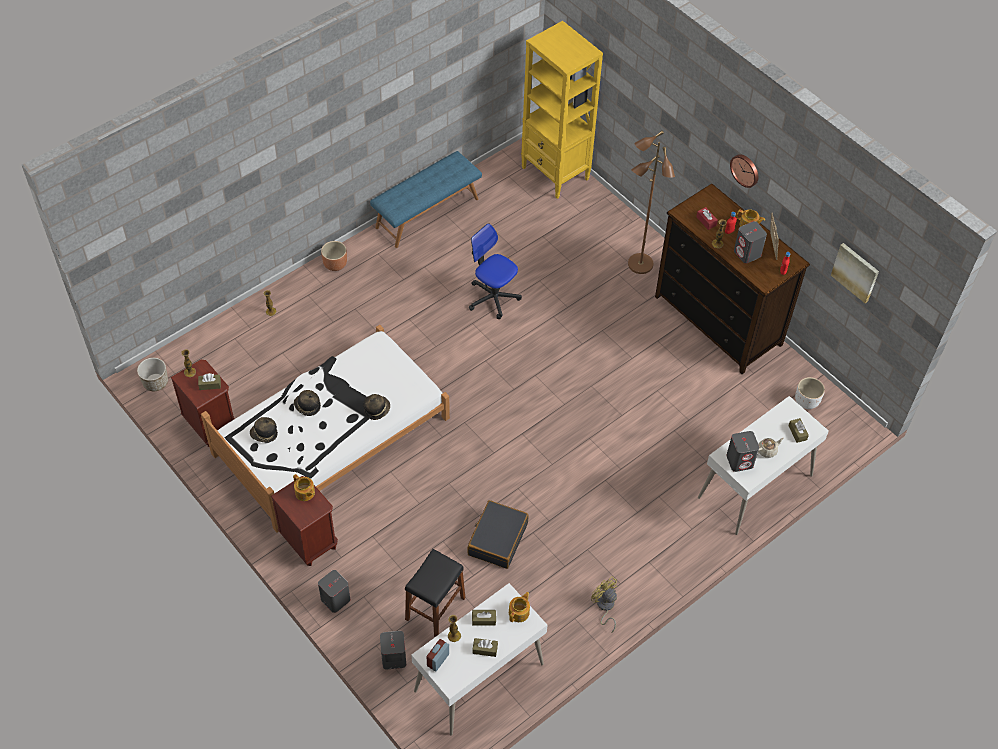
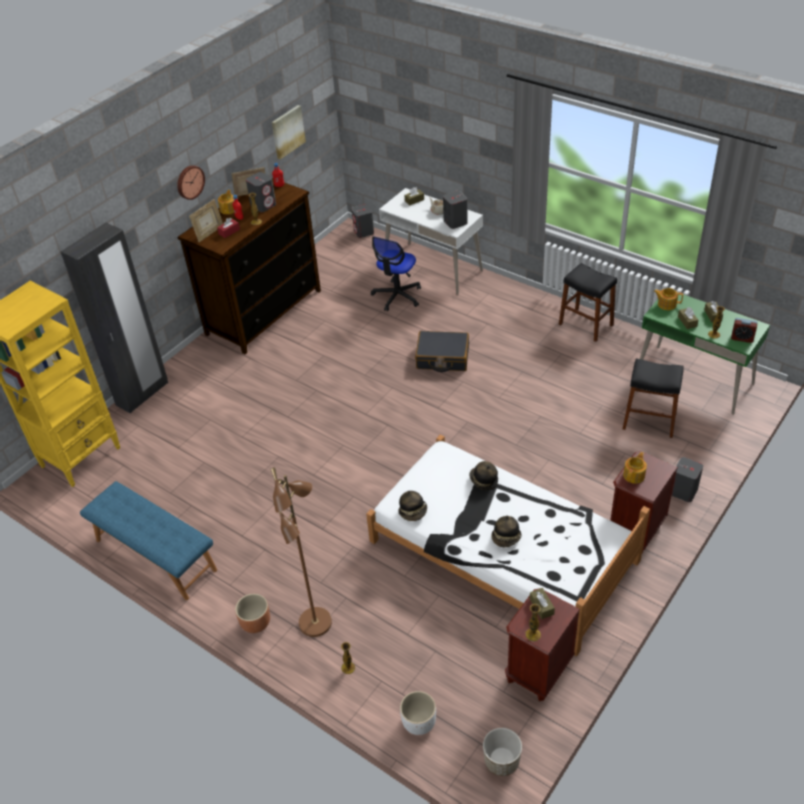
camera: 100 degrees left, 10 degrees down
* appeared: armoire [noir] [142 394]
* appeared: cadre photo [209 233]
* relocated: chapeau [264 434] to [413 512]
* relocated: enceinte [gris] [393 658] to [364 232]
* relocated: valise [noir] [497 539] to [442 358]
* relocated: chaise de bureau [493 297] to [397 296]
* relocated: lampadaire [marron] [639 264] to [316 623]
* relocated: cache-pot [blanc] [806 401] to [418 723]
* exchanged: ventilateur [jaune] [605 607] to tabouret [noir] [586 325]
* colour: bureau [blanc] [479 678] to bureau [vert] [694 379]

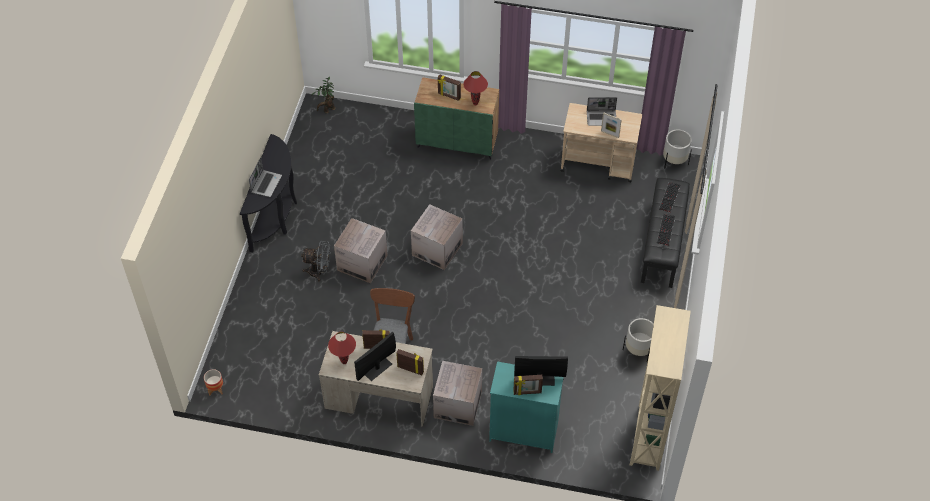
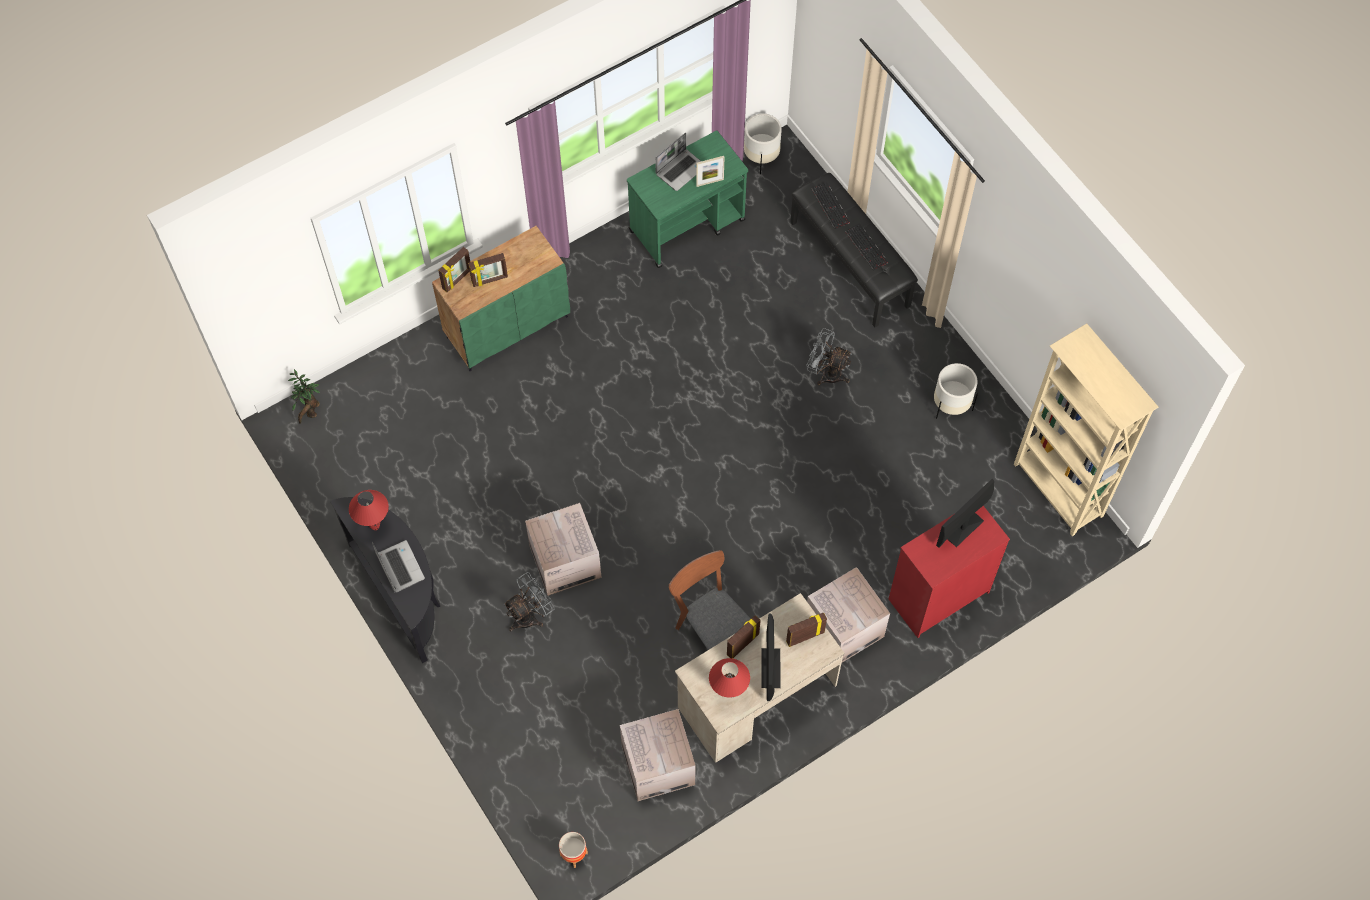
camera: 45 degrees left, 10 degrees up
* appeared: ventilateur [gris] [826 373]
* relocated: carton [437 249] to [658 765]
* relocated: lampe de table [rouge] [475 103] to [375 527]
* relocated: cadre photo [527 392] to [457 279]
* colour: commode [turquoise] [524 431] to commode [rouge] [938 595]
* colour: chariot [beige] [598 163] to chariot [vert] [687 225]

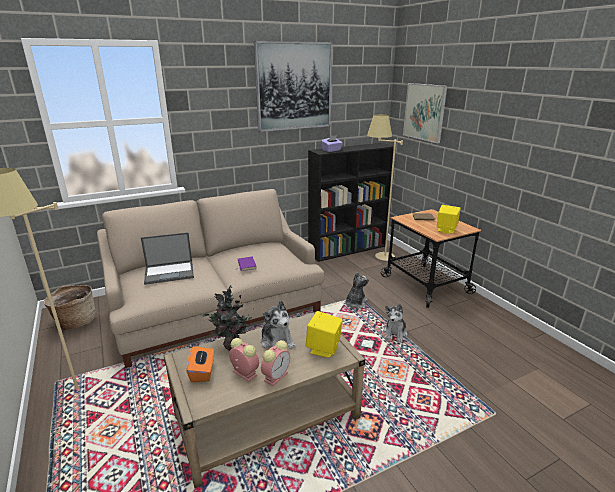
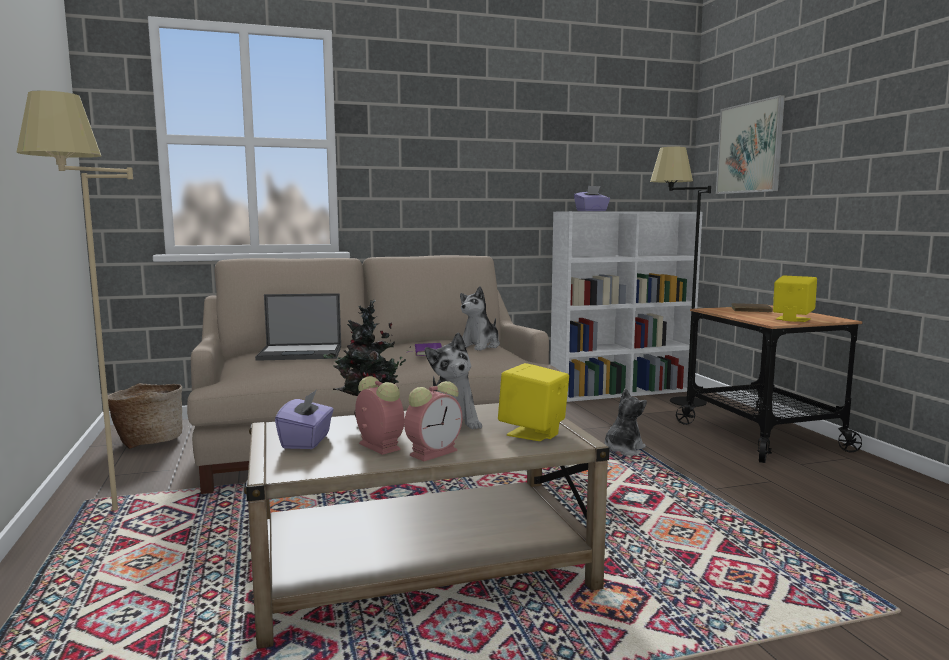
camera: 10 degrees right, 15 degrees down
* missing: tableau [294 86]
* relocated: peluche [395 333] to [480 346]
* colour: boîte à mouchoirs [orange] [202 372] to boîte à mouchoirs [violet] [307 441]
* colour: bibliothèque [noir] [348 249] to bibliothèque [blanc] [622 391]
* colour: lampadaire [beige] [377 258] to lampadaire [noir] [674 403]

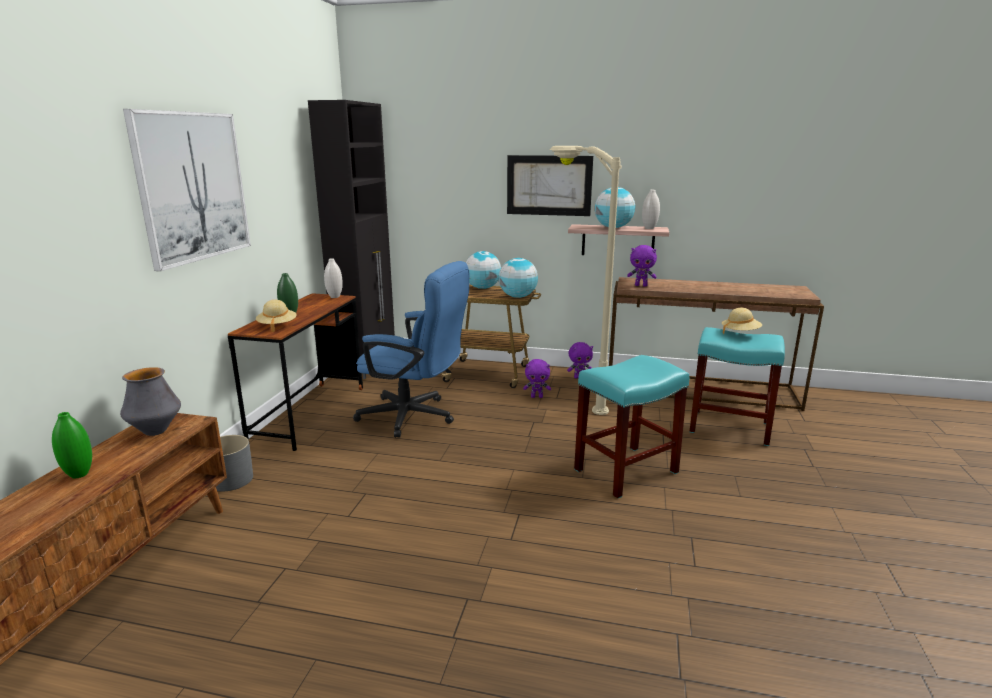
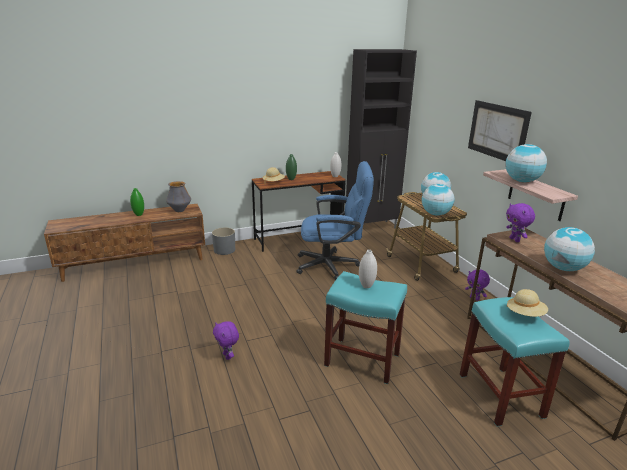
camera: 55 degrees right, 5 degrees up
* missing: tableau [193 187]
* missing: lampadaire [beige] [569 393]
* appeared: globe [563 268]
* relocated: peluche [violet] [537 397] to [227 356]
* relocated: vase [blanc] [649 228] to [366 286]
* spun: chaise de bureau [bleu] [415 417] = [333 265] 75 degrees counterclockwise

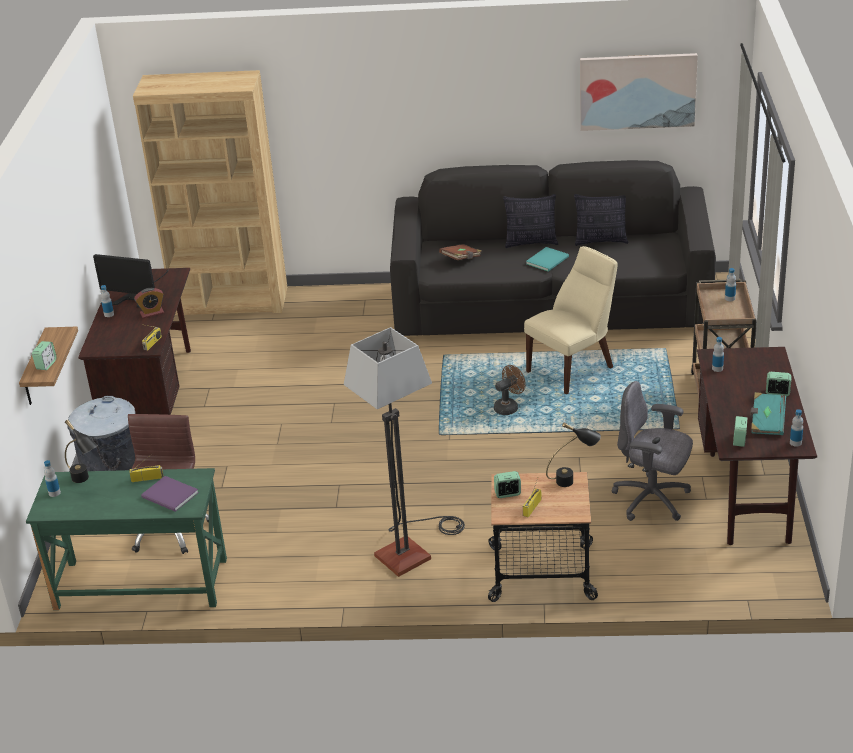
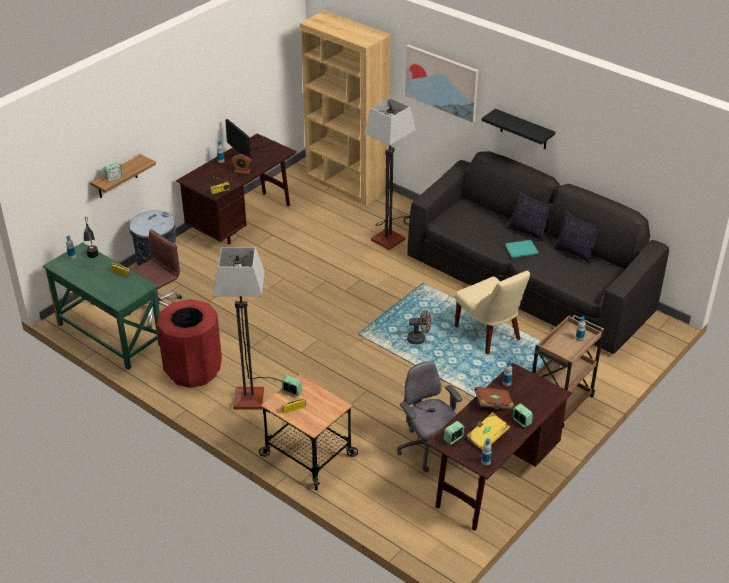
camera: 35 degrees right, 5 degrees up
* missing: livre [violet] [170 496]
* missing: lampe de table [noir] [573 480]
* appeared: poubelle [rouge] [193 371]
* appeared: lampadaire [391 235]
* appeared: étagère [noir] [524 129]
* relocated: livre [marron] [461 259] to [493 404]
* relocated: tableau [637 91] to [442 82]
* colour: livre [turquoise] [766 422] to livre [jaune] [487 437]
* spun: chaise [beige] [573 368] = [489 335] 60 degrees clockwise

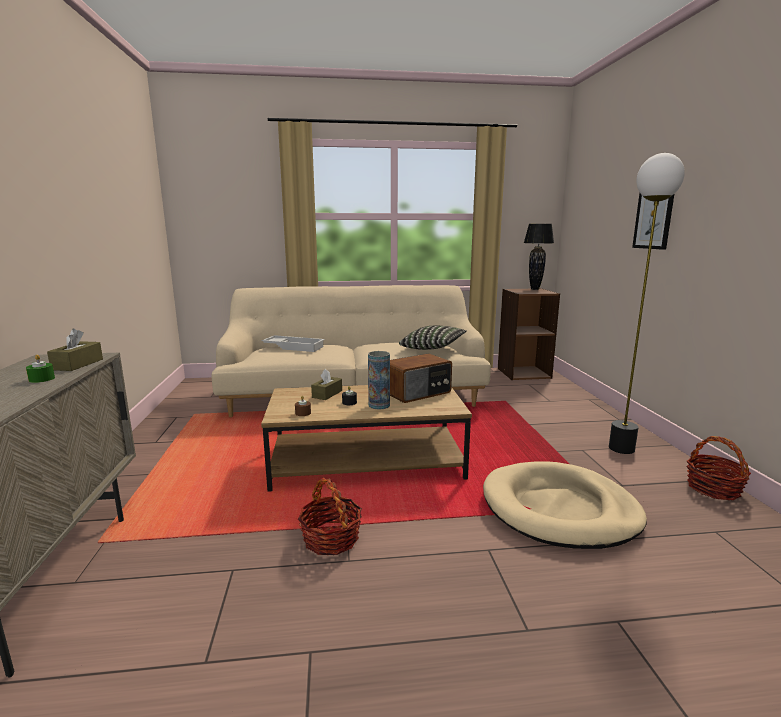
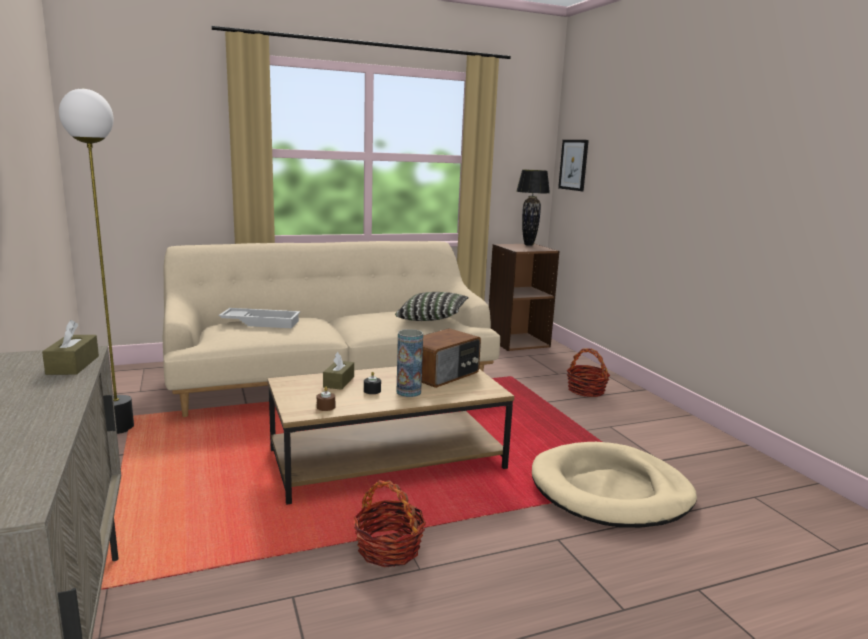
camera: 15 degrees left, 0 degrees up
* missing: bougie [vert] [42 379]
* relocated: lampadaire [621 448] to [118 428]
* relocated: tableau [653 219] to [573 165]
* relocated: panier [713 488] to [586 390]

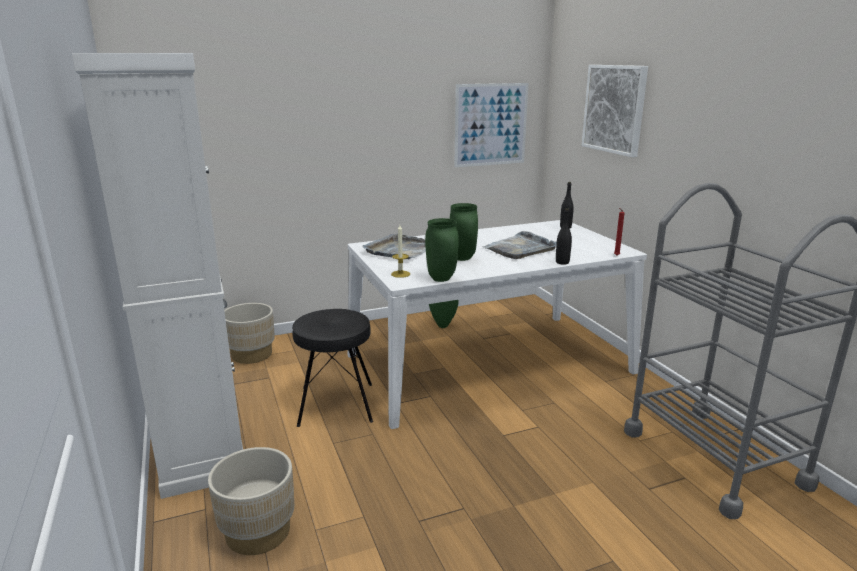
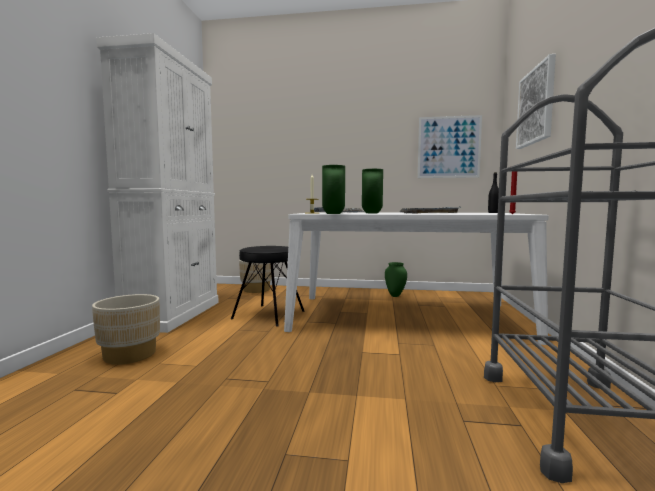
camera: 30 degrees right, 15 degrees down
* missing: bouteille [noir] [562 262]

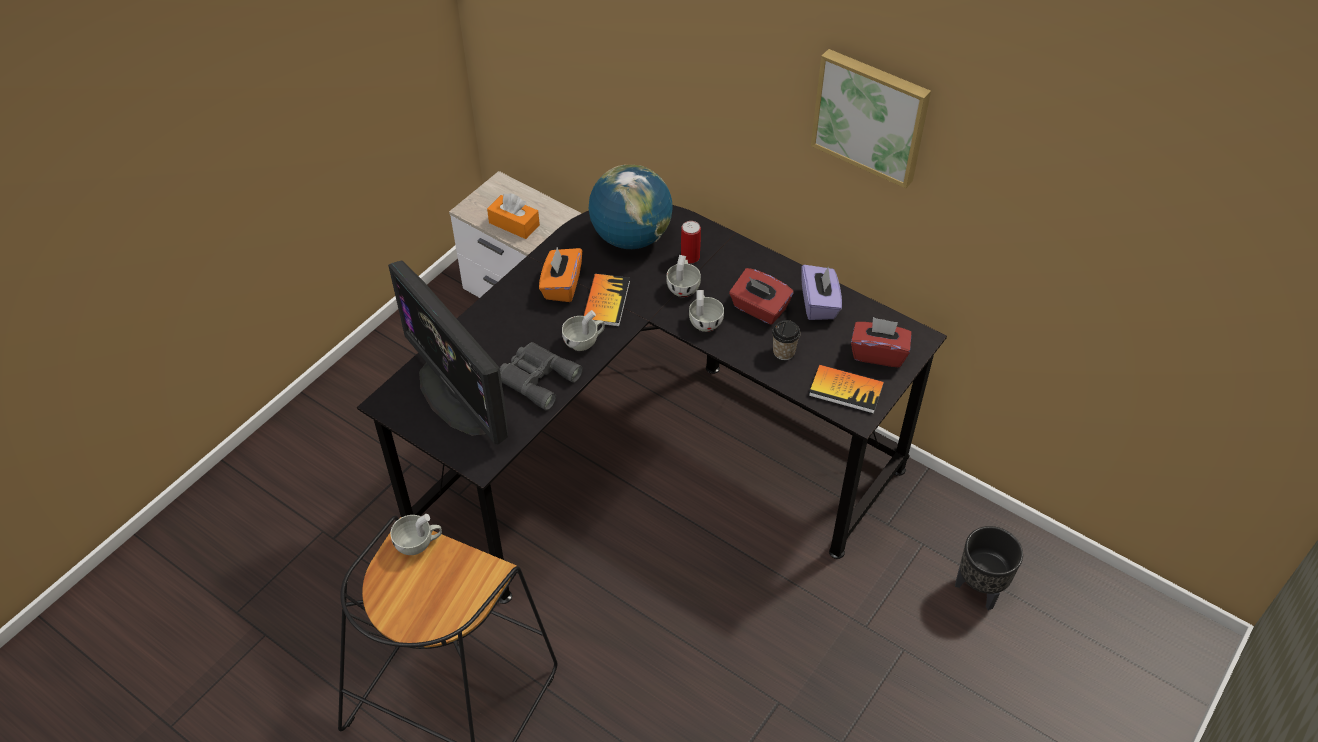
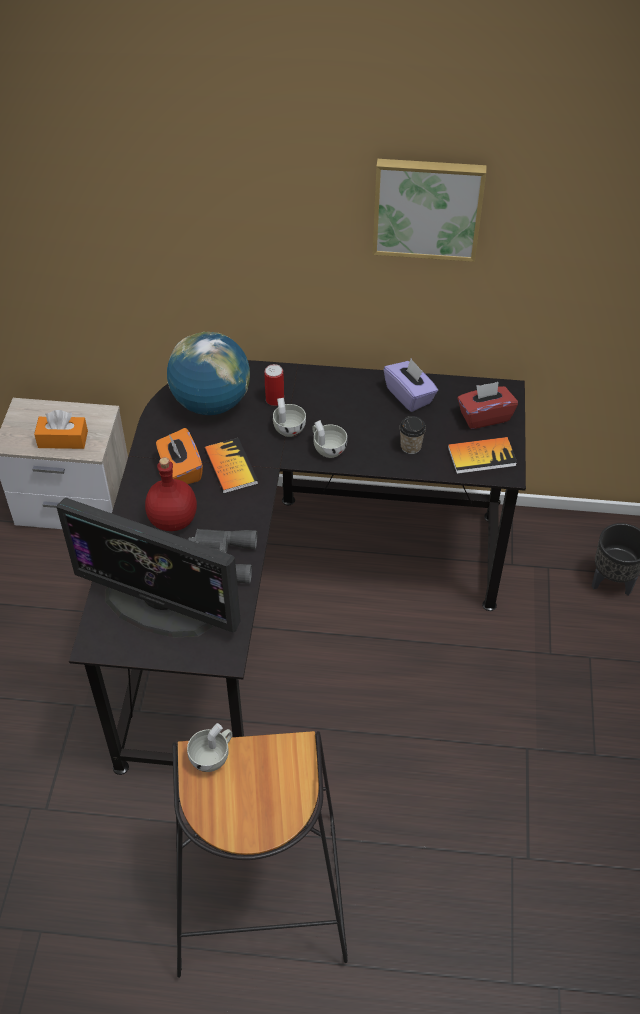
camera: 30 degrees left, 0 degrees up
* missing: tasse [blanc] [584 341]
* missing: boîte à mouchoirs [rouge] [759 309]
* appeared: bouteille [rouge] [172 521]

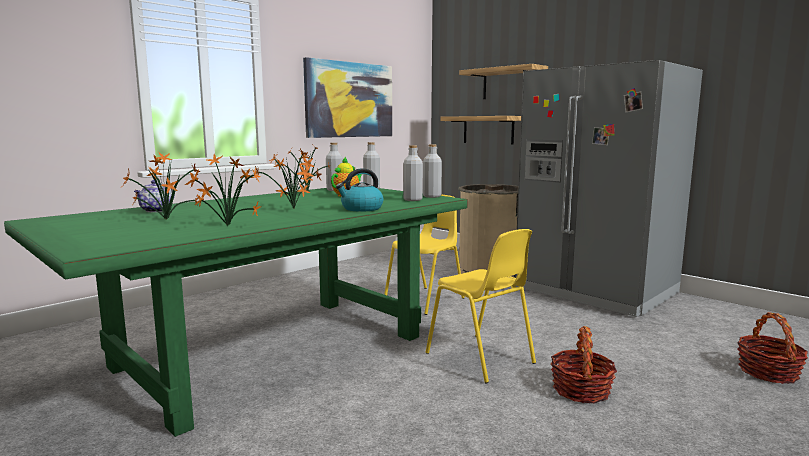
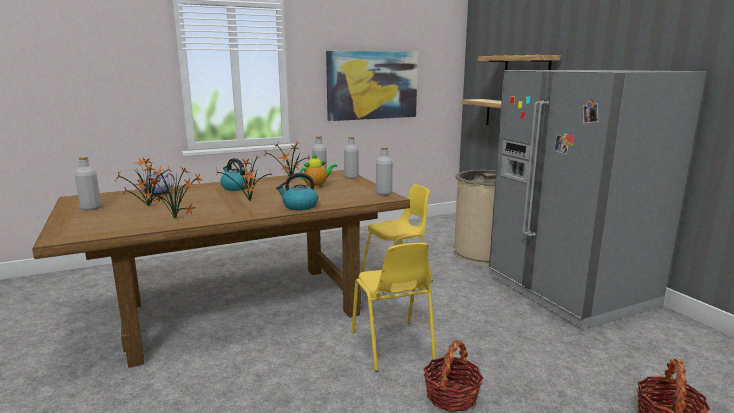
camera: 20 degrees right, 5 degrees up
* appeared: bouilloire [236 187]
* relocated: bouteille [gris] [412 200] to [91 208]
* colour: table à manger [vert] [272 351] to table à manger [marron] [240 309]

